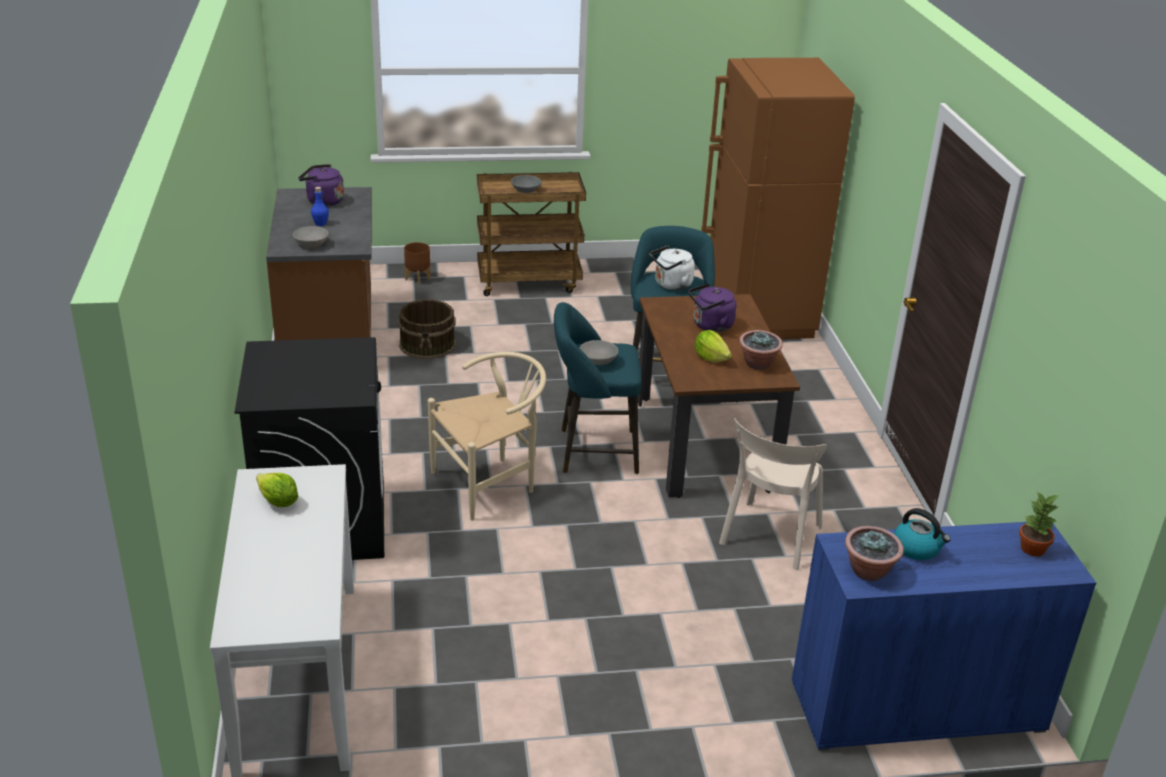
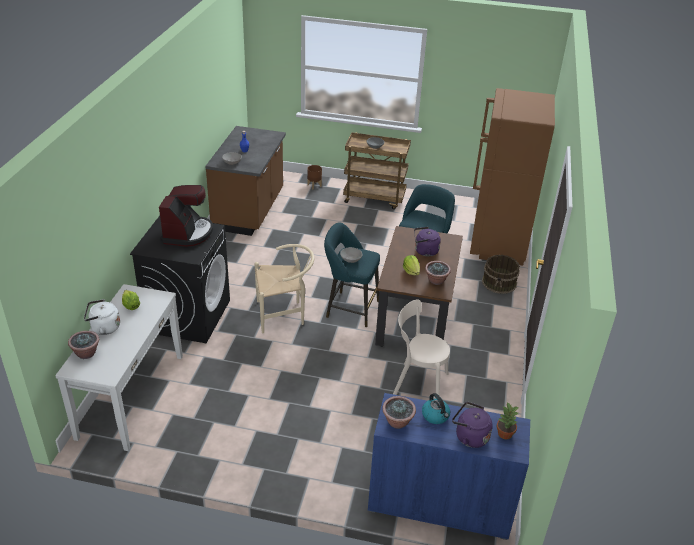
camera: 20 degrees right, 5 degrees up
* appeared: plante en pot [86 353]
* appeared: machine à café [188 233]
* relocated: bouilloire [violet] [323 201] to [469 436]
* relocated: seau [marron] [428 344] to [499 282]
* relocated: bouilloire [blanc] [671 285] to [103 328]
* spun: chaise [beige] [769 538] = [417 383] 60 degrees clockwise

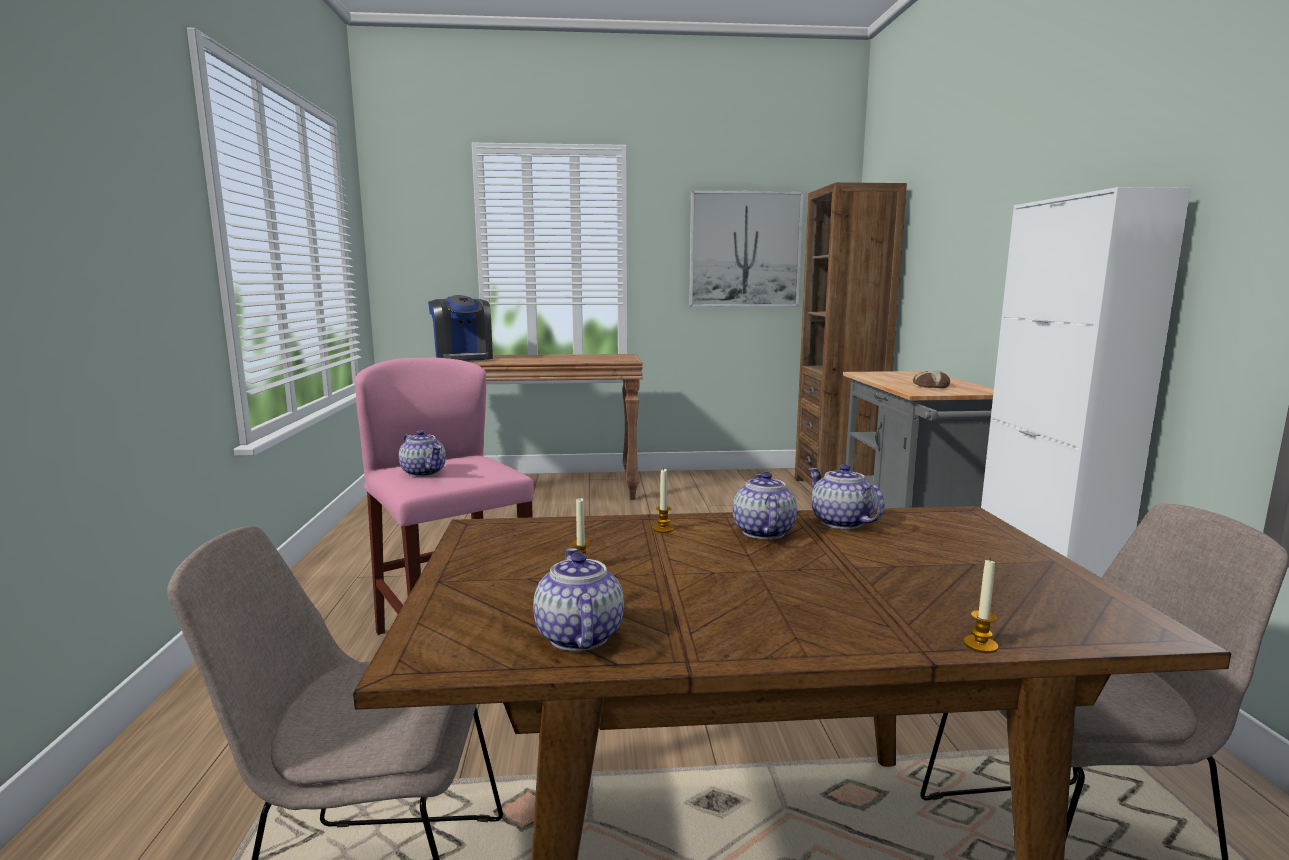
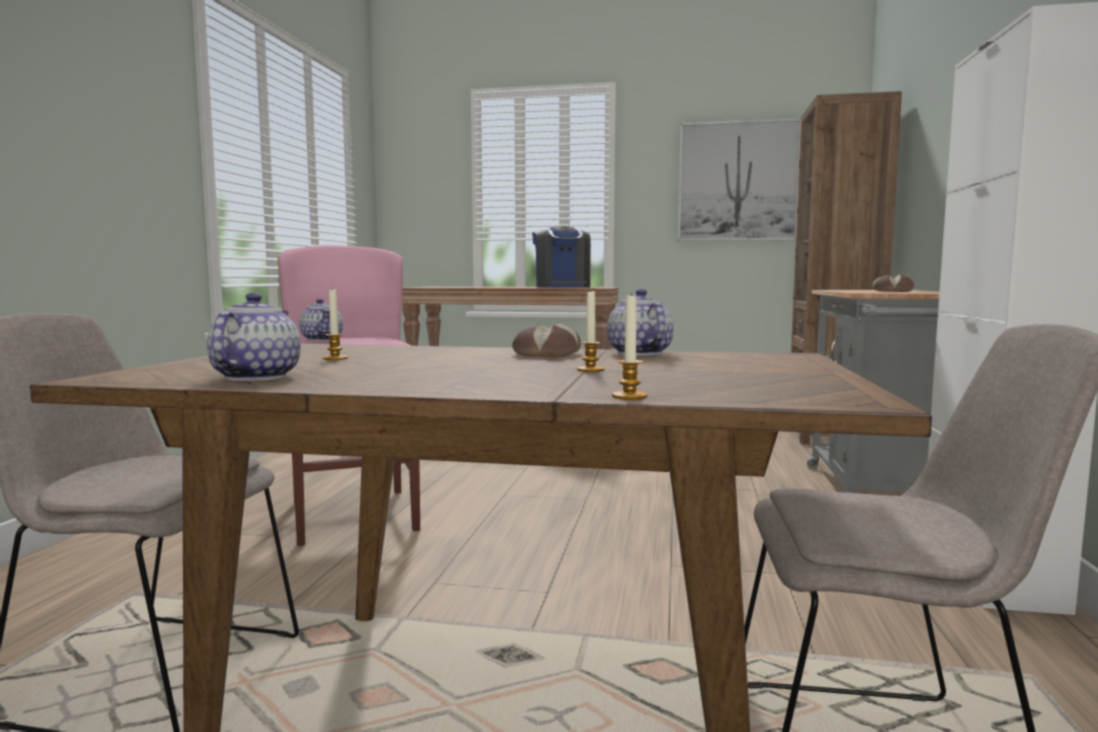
camera: 15 degrees right, 5 degrees down
* relocated: machine à café [463 358] to [562 287]
* relocated: bougie [663 529] to [590 370]
* exchanged: théière [762 531] to pain [545 354]

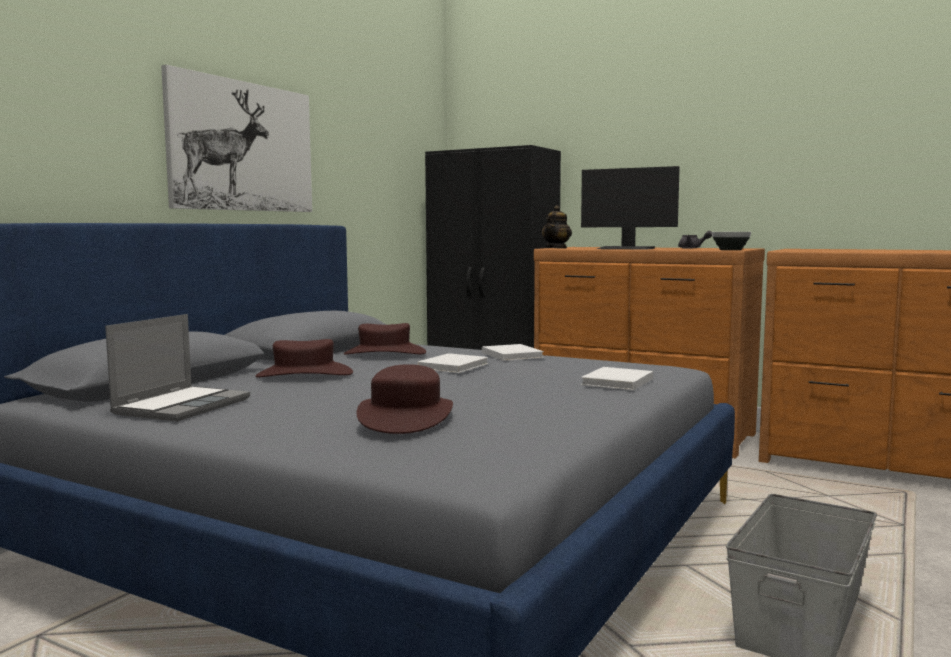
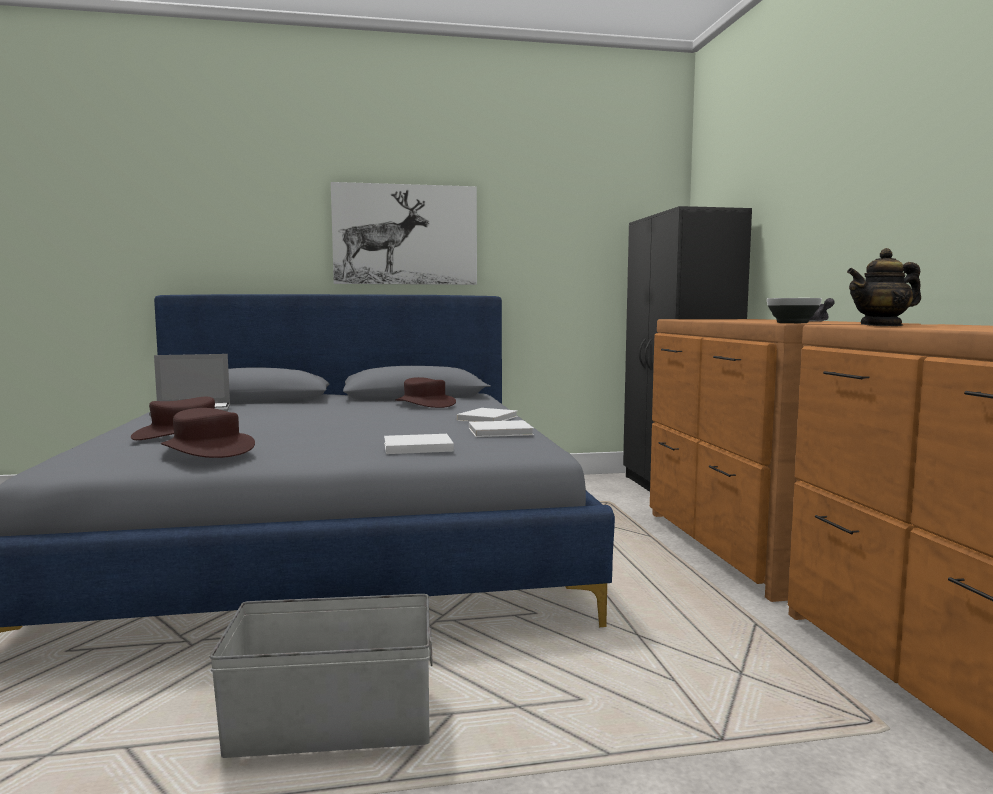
camera: 50 degrees right, 0 degrees up
* missing: écran d'ordinateur [626 248]
* relocated: chapeau [marron] [304 374] to [207 449]
* relocated: livre [blanc] [454 366] to [502 431]
* relocated: théière [556 248] to [881 325]

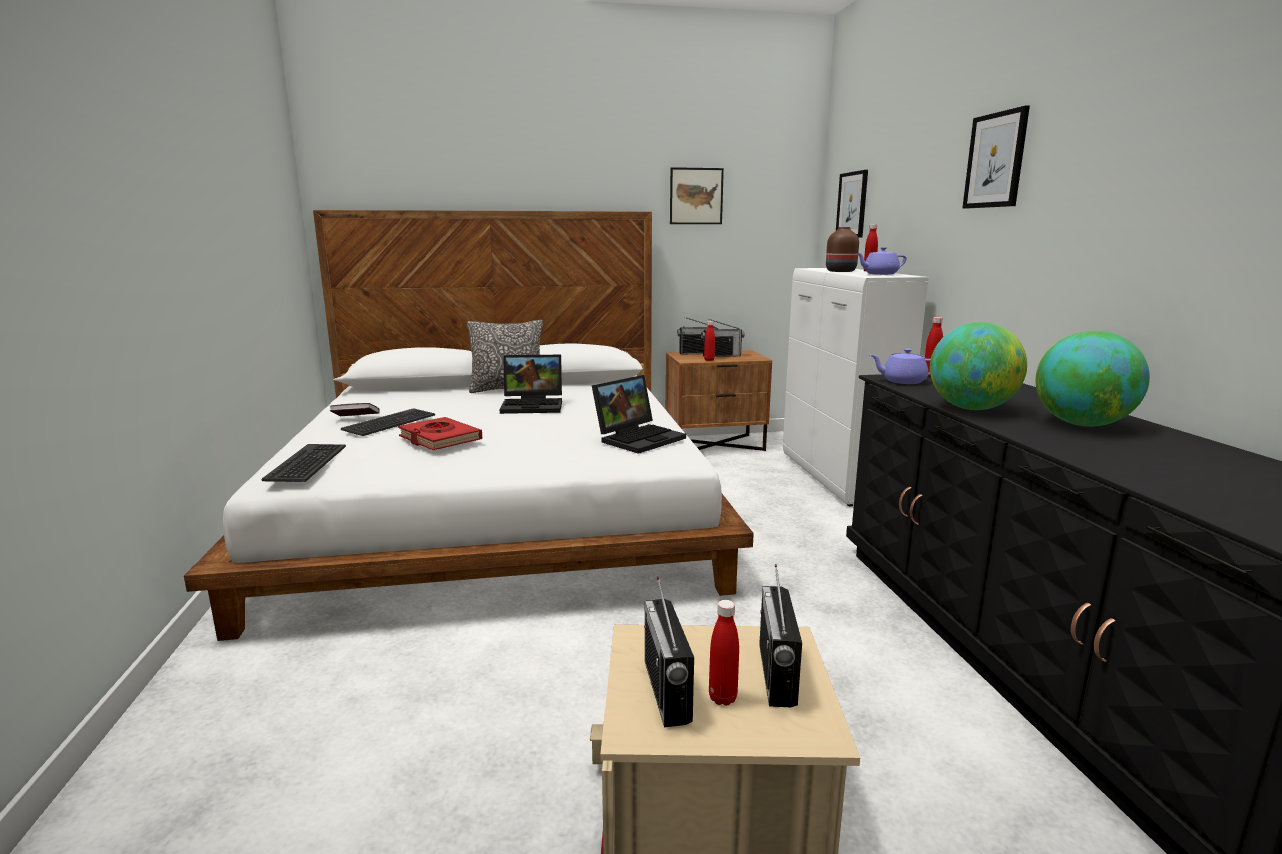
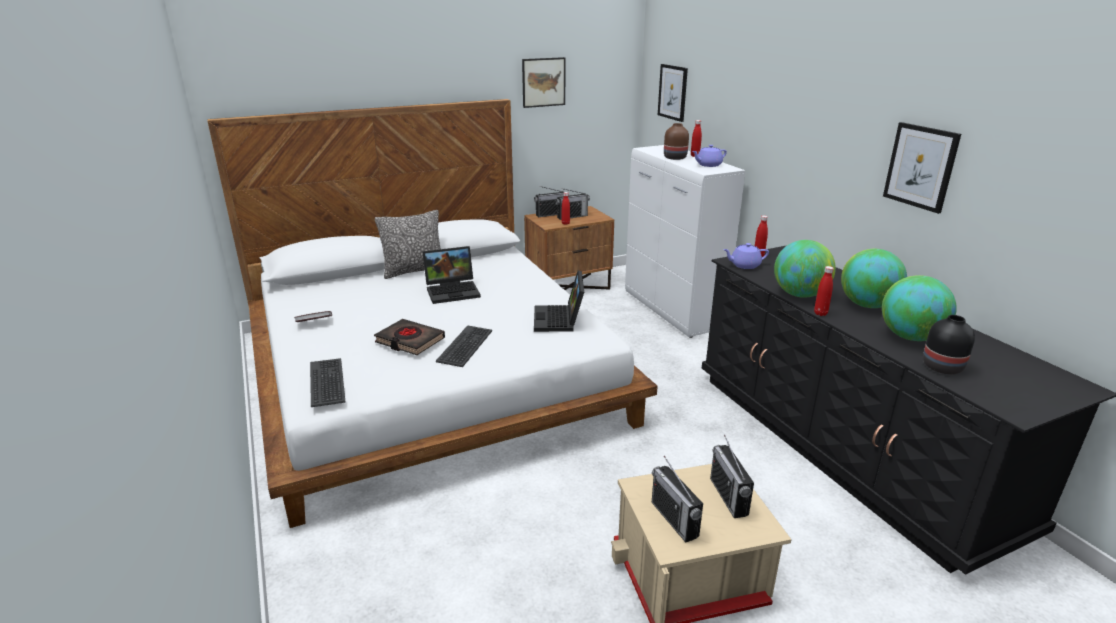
camera: 15 degrees left, 10 degrees up
* appeared: globe [910 337]
* appeared: vase [noir] [941 366]
* relocated: clavier [390 423] to [466 346]
* relocated: bouteille [rouge] [722 698] to [820 313]
* relocated: tableau [995 160] to [920 166]
* colour: livre [rouge] [440 439] to livre [noir] [410 341]
* spun: ordinateur portable [639 438] = [559 320] 150 degrees clockwise

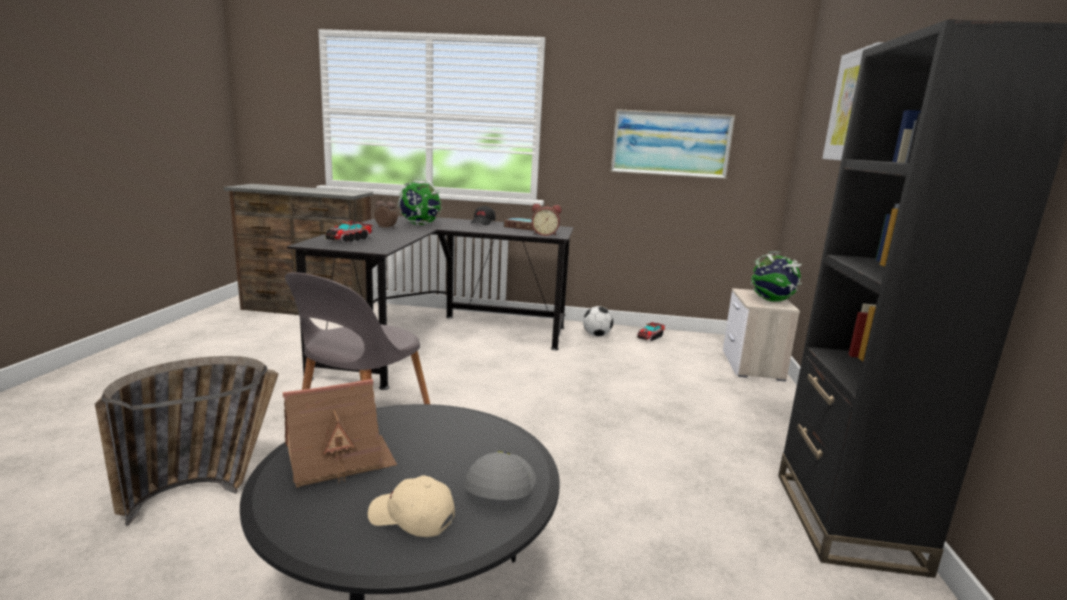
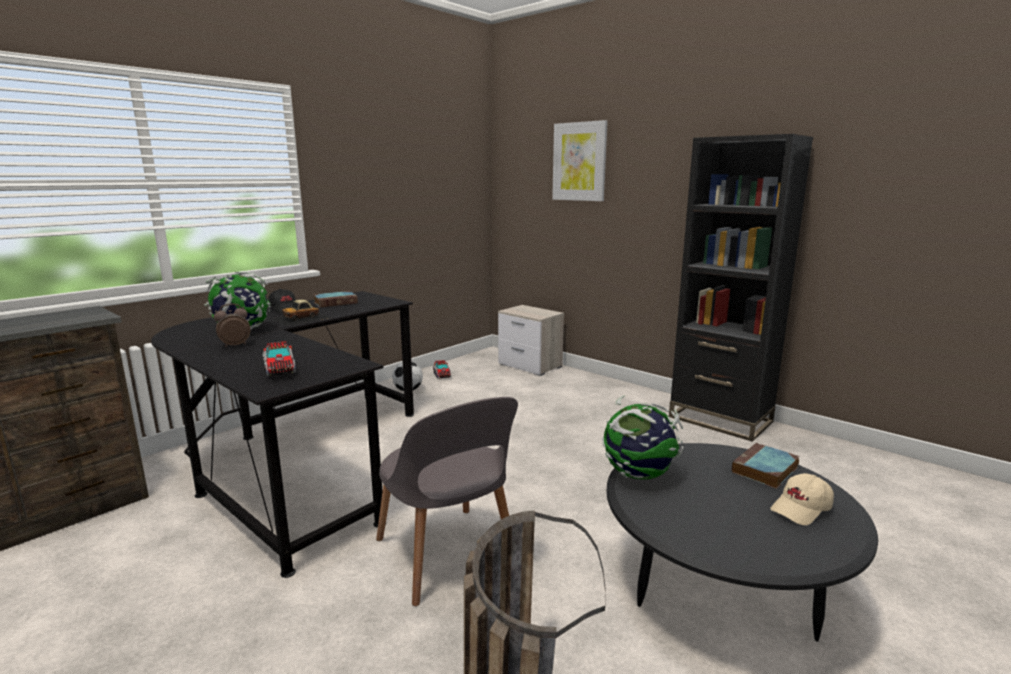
camera: 55 degrees left, 0 degrees up
* missing: maison miniature [339 460]
* missing: réveil [545 234]
* missing: tableau [670 144]
* appeared: petite voiture [301 318]
* relocated: globe [772 301] to [639 475]
* exchanged: casquette [gris] [499 486] to livre [764 470]

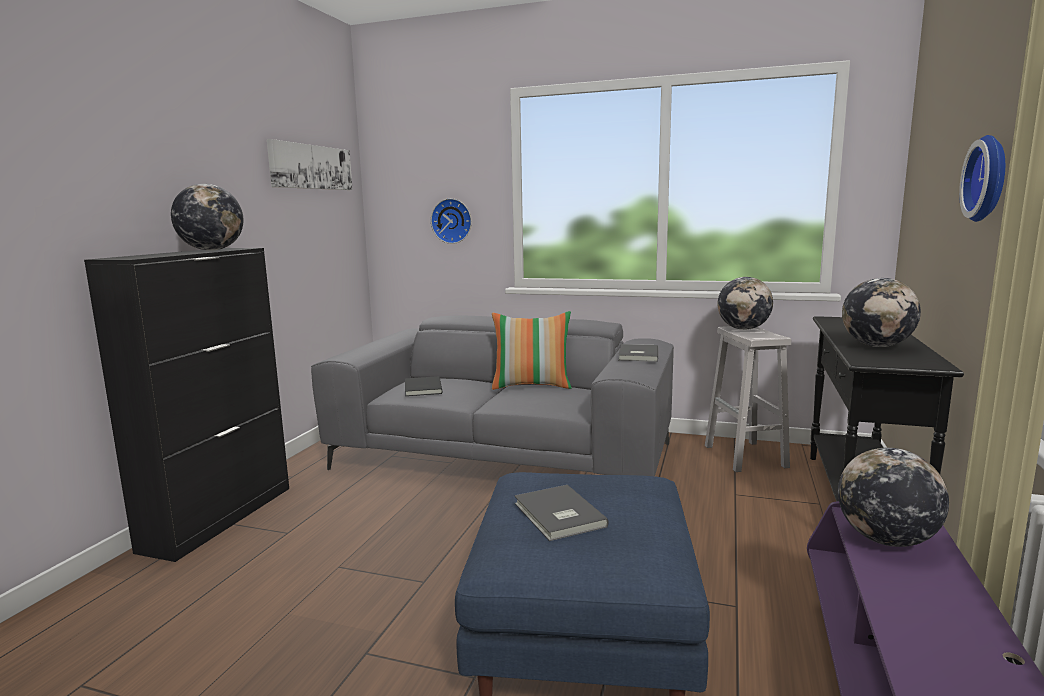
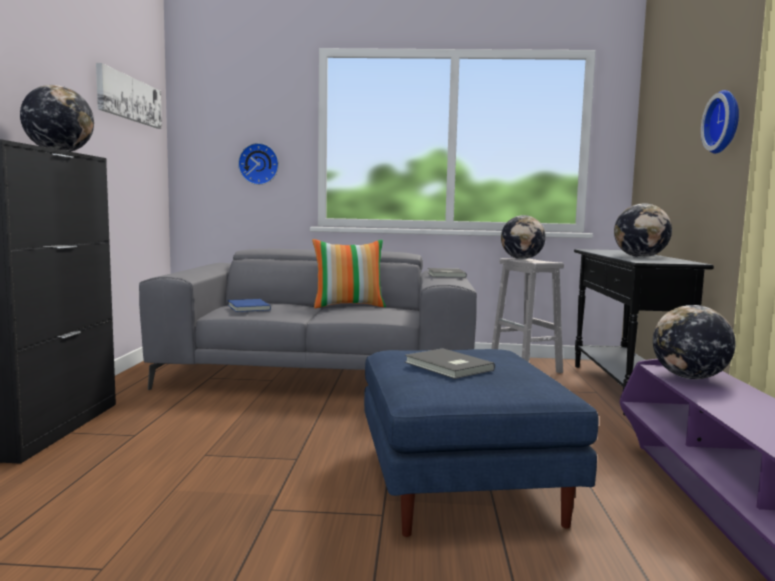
camera: 15 degrees left, 5 degrees down
* colour: livre [noir] [421 388] to livre [bleu] [247 307]

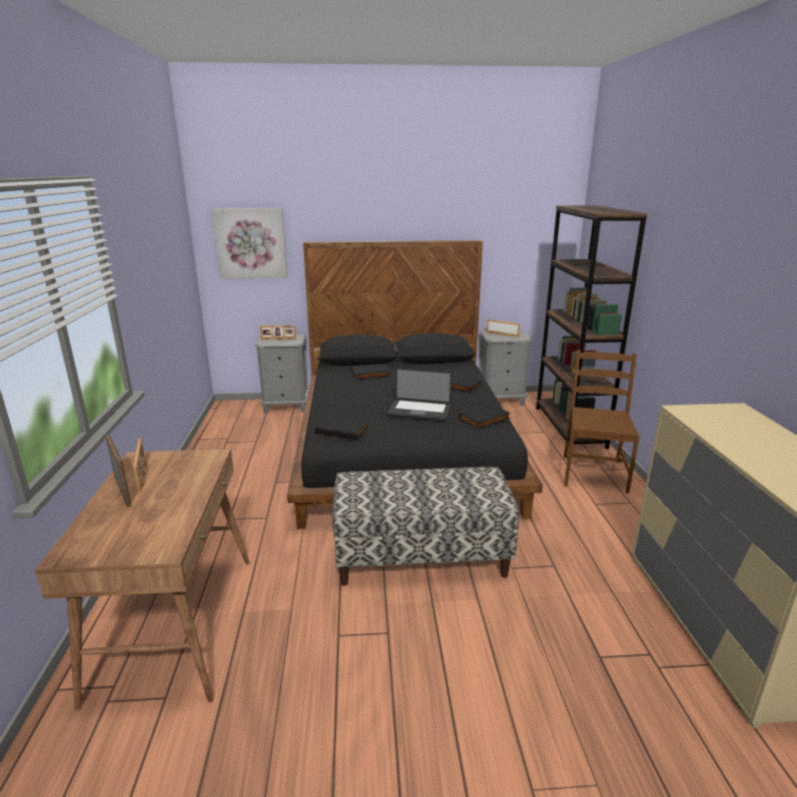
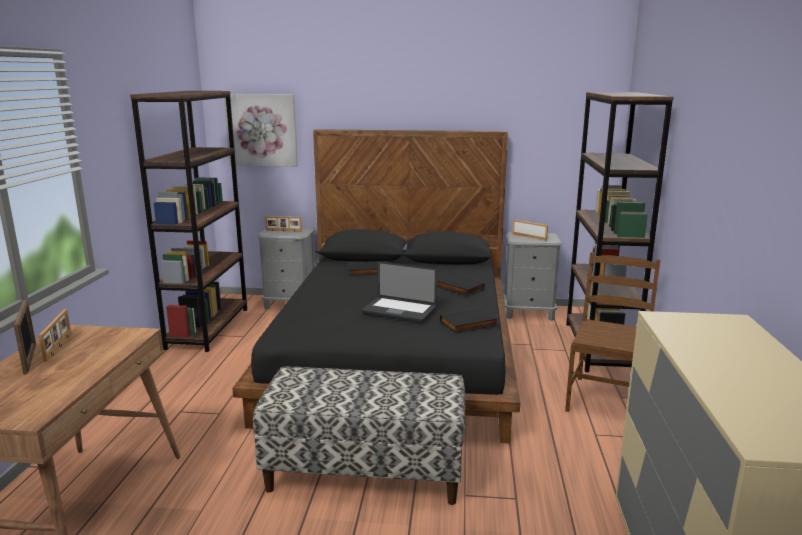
camera: 10 degrees right, 5 degrees down
* missing: livre [noir] [342 429]
* appeared: bibliothèque [marron] [208 328]

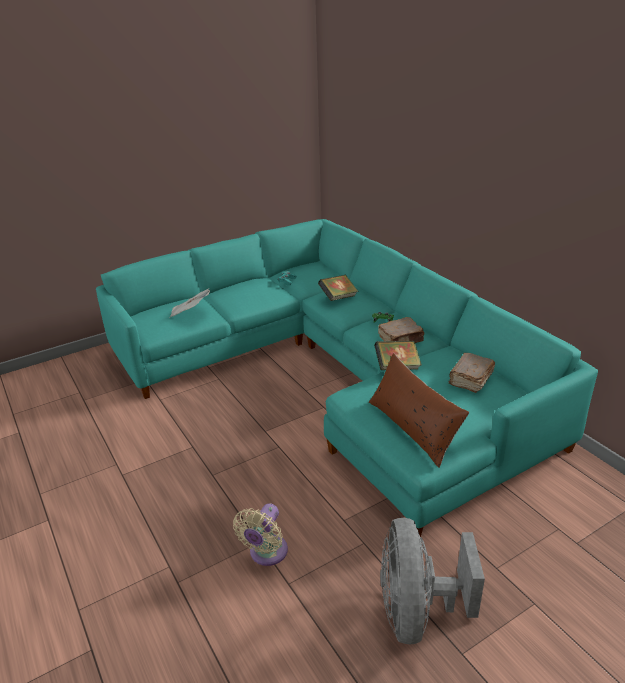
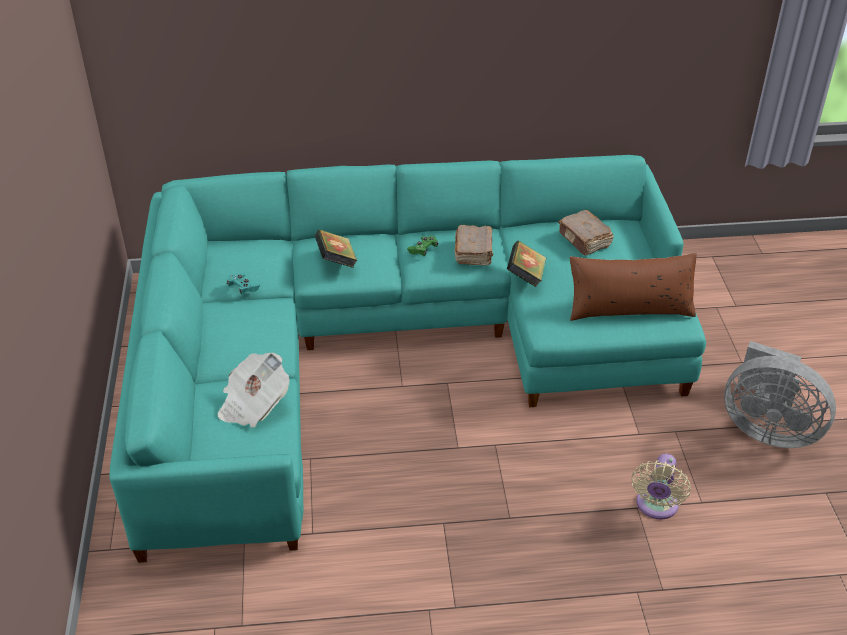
camera: 65 degrees left, 10 degrees up
* spun: ventilateur [beige] [266 553] = [656 506] 60 degrees clockwise

